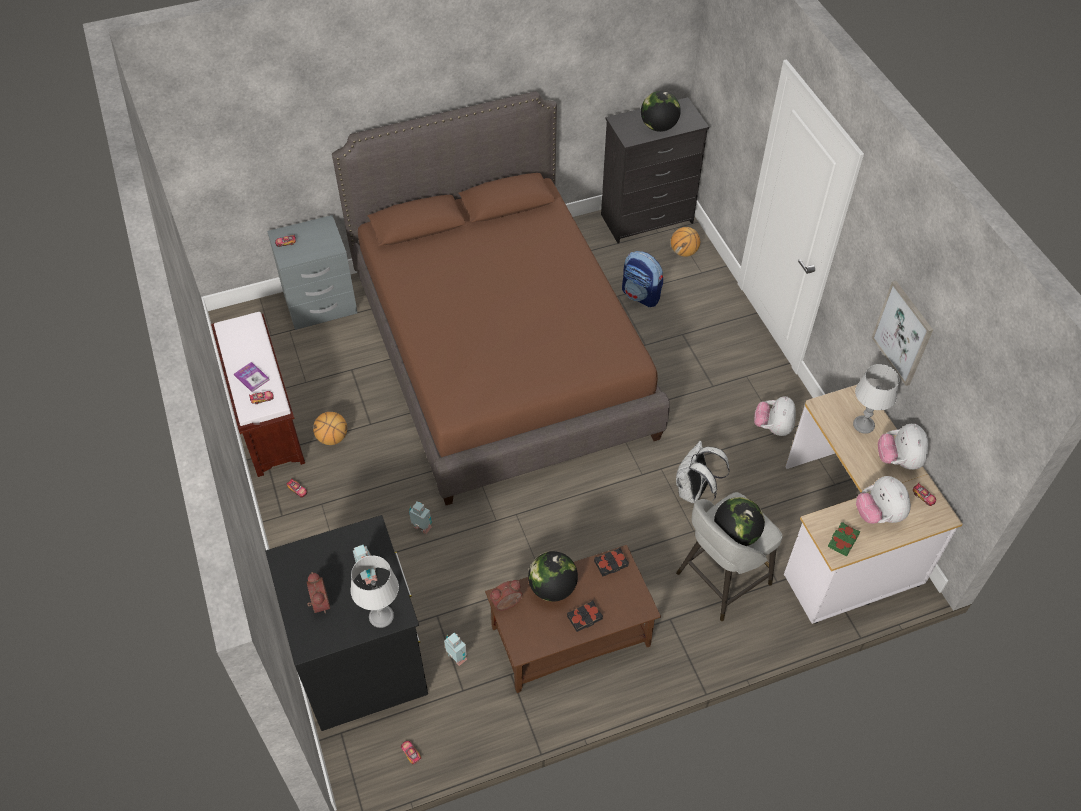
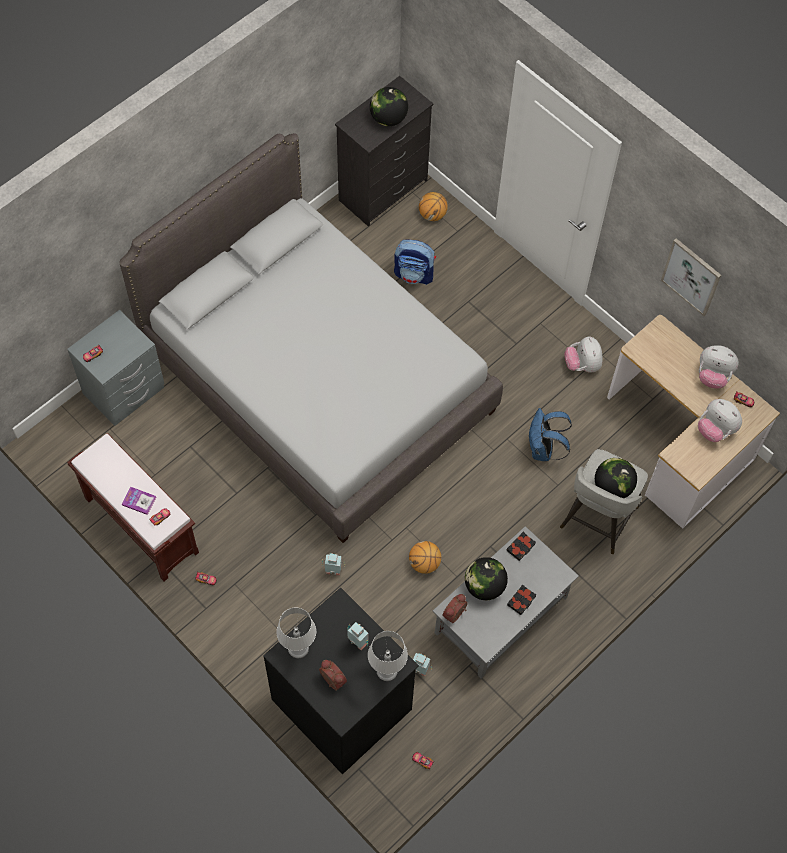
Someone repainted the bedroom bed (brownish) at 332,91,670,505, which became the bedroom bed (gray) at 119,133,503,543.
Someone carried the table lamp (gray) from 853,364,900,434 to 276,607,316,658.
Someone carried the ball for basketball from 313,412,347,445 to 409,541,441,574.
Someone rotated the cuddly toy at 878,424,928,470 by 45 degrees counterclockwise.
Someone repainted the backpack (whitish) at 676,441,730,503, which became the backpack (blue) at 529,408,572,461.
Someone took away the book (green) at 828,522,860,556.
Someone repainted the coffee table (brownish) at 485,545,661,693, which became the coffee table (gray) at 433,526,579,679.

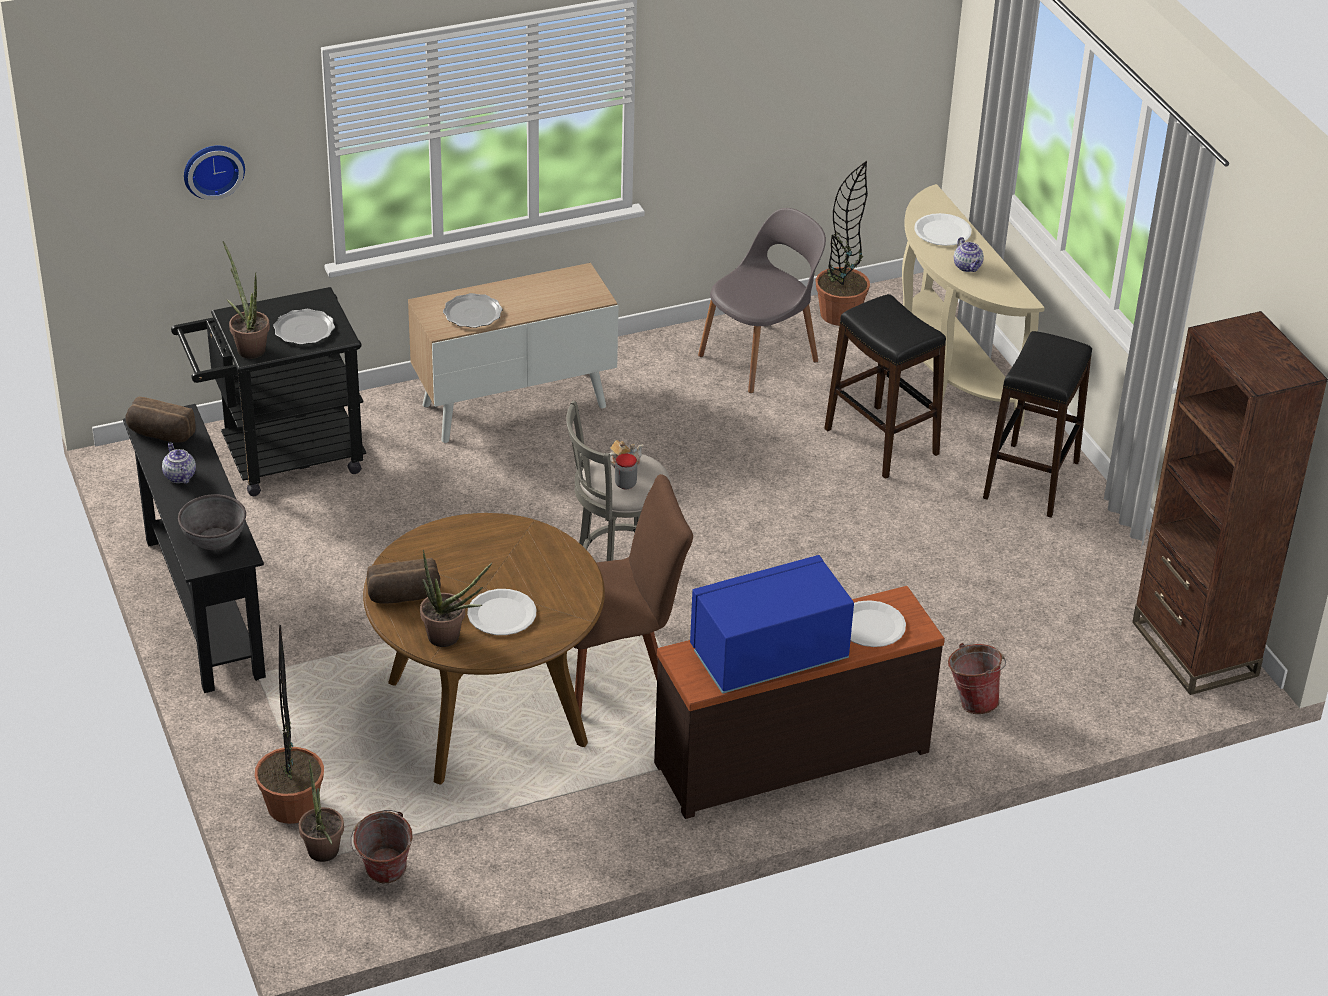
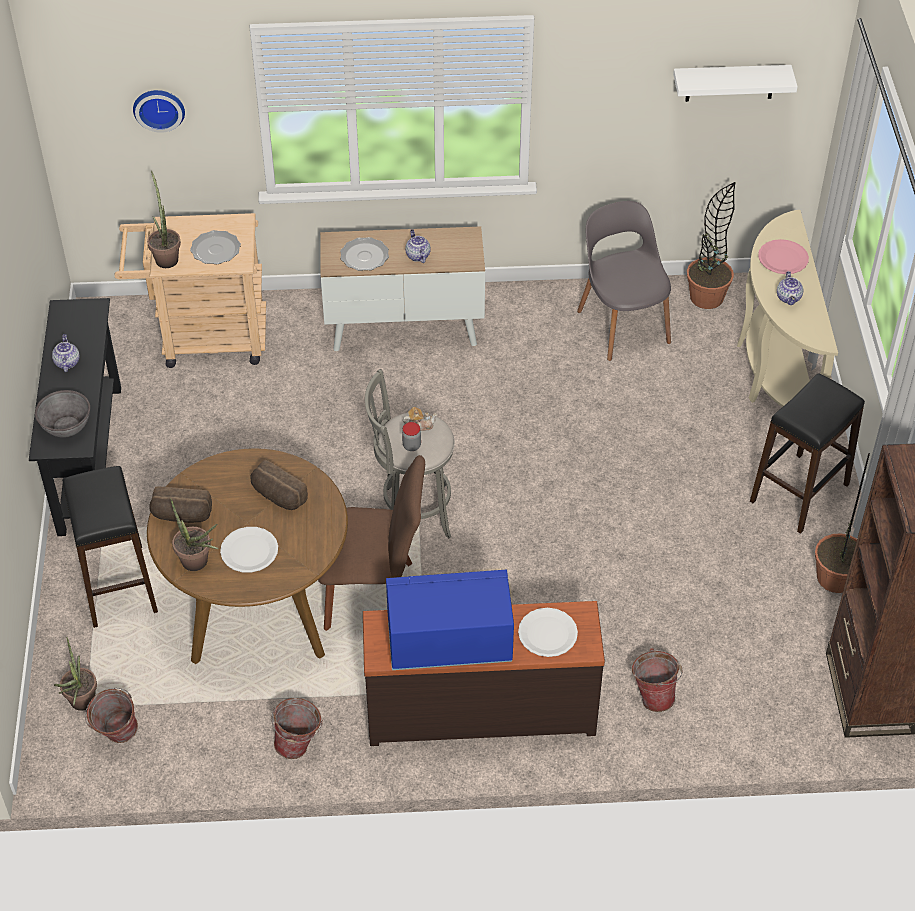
Someone rotated the upright chair (gray) at 698,208,826,393 by 90 degrees counterclockwise.
Someone repainted the flat dish (whitish) at 914,213,972,246, which became the flat dish (pink) at 758,239,809,274.
Someone repainted the trolley (blackish) at 171,287,366,496, which became the trolley (beige-coloured) at 114,213,266,368.
Someone carried the sitting stool (blackish) from 824,294,946,479 to 62,466,158,628.
Someone carried the bakery bread from 126,397,196,443 to 251,460,308,510.
Someone carried the houseplant from 255,625,324,824 to 815,453,870,593.
Someone put up the wall shelf (whitish) at 673,65,798,102.
Someone put down the tea pot at 405,229,431,263.
Someone put down the bucket at 271,698,323,759.

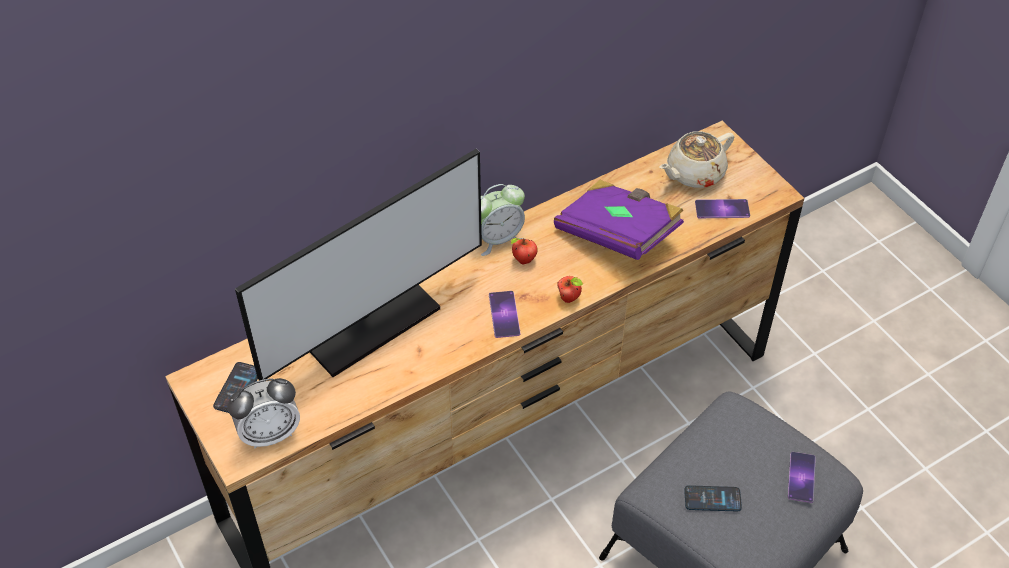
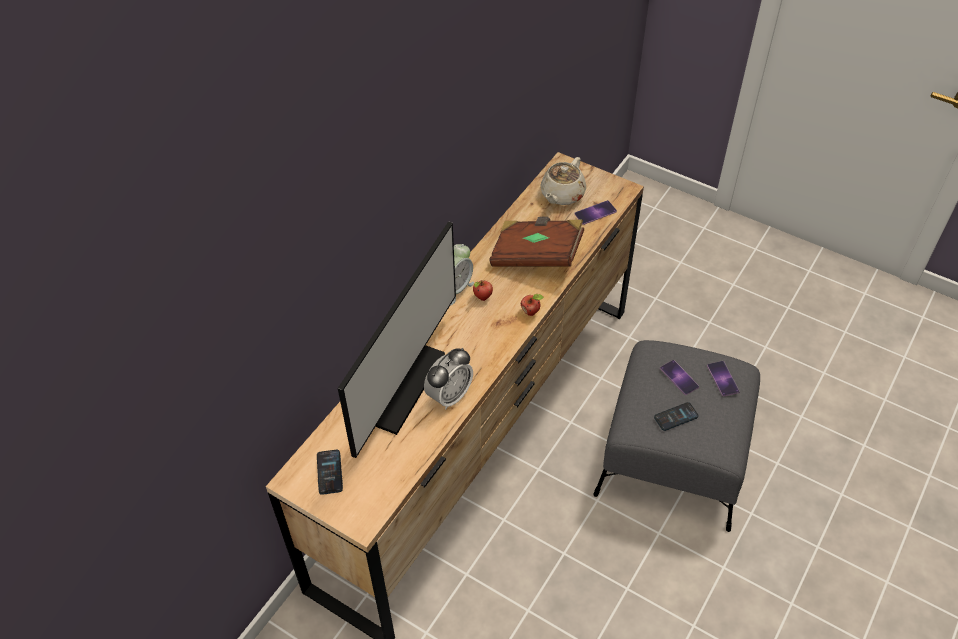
Someone repainted the book (purple) at 554,180,684,260, which became the book (brownish) at 490,217,584,267.
Someone carried the telephone from 489,291,520,338 to 660,360,699,395.
Someone carried the alarm clock from 227,378,300,448 to 424,348,473,409.

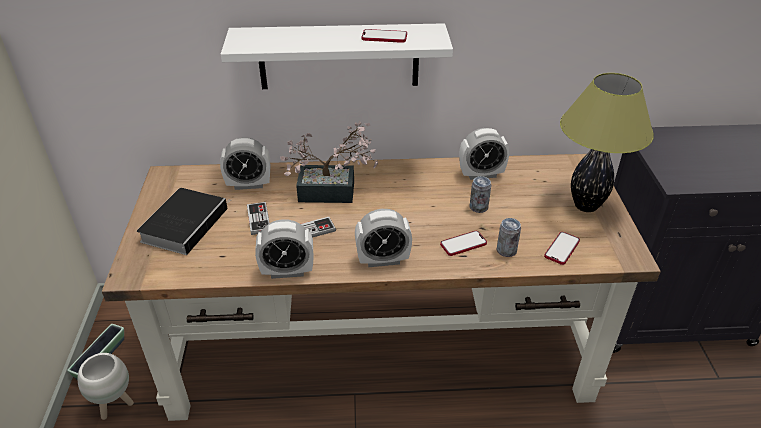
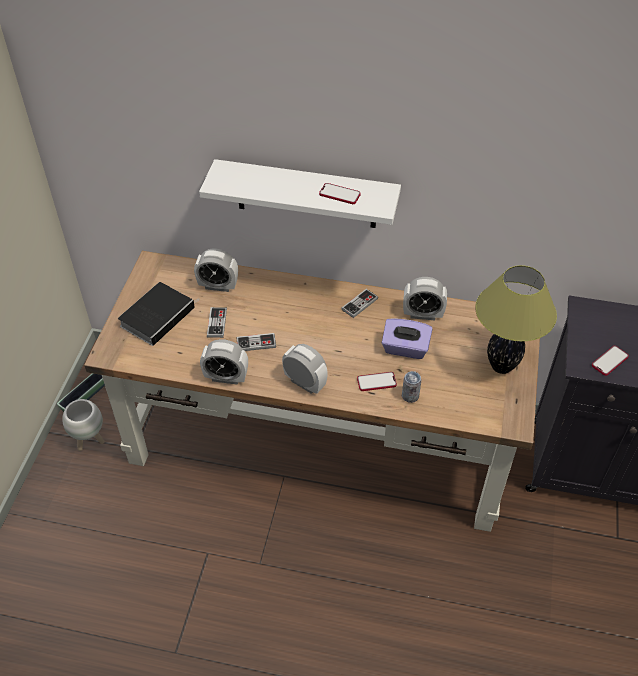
Someone took away the houseplant at 280,121,378,203.
Someone swapped the metal can at 469,176,491,213 for the tissue box (purple) at 382,318,433,359.
Someone rotated the alarm clock at 355,209,412,267 by 150 degrees counterclockwise.
Someone carried the telephone from 544,232,580,265 to 592,346,629,376.
Someone put down the joypad at 341,289,378,318.

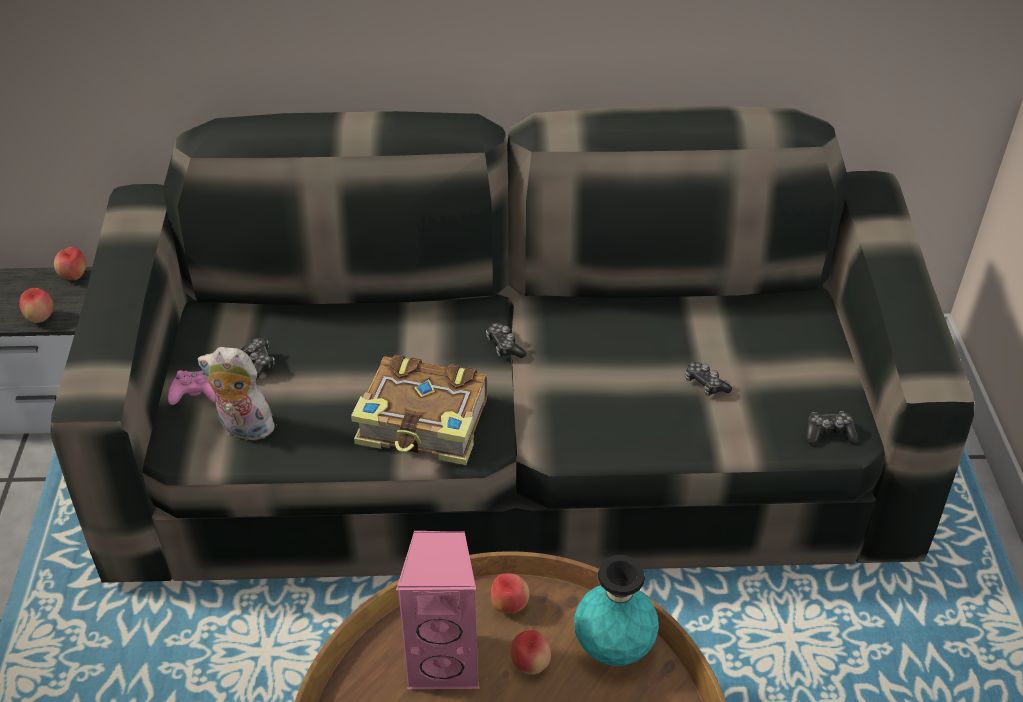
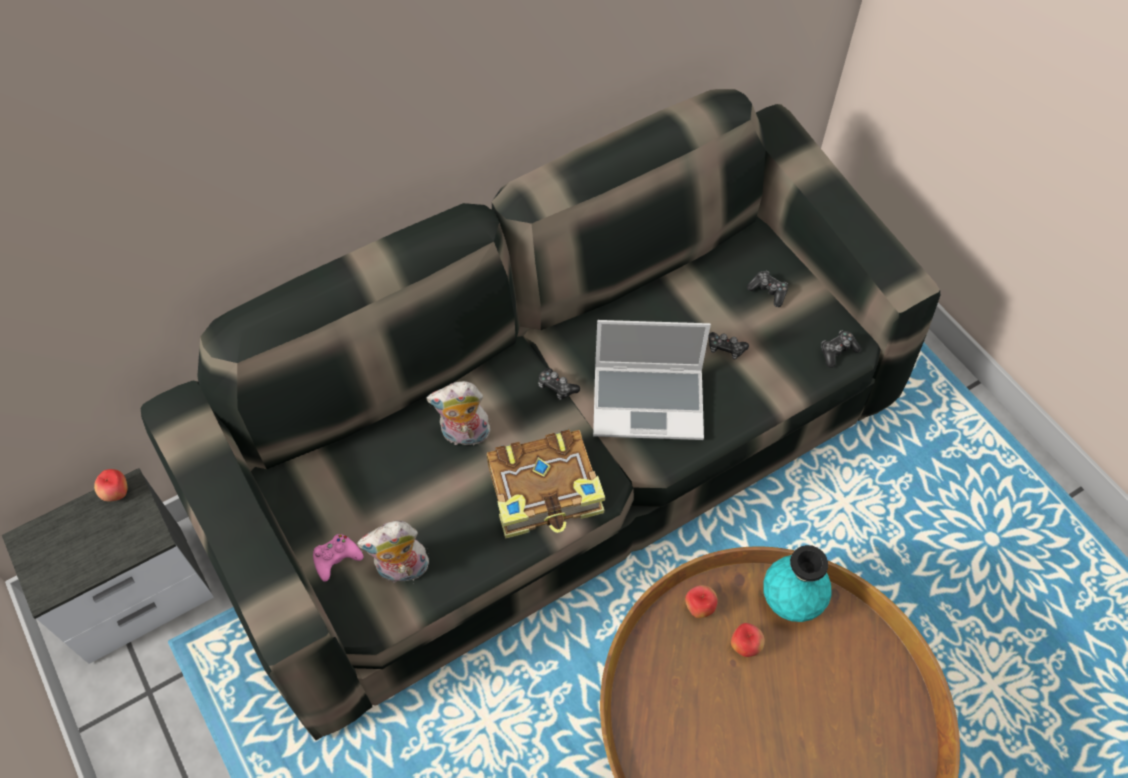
Someone took away the whole apple at 19,288,54,323.
Someone carried the joypad from 241,338,275,380 to 747,271,788,307.
Someone took away the loudspeaker (pink) at 396,531,480,689.
Someone put down the portable computer at 593,320,711,440.
Someone put down the cuddly toy at 426,381,490,449.

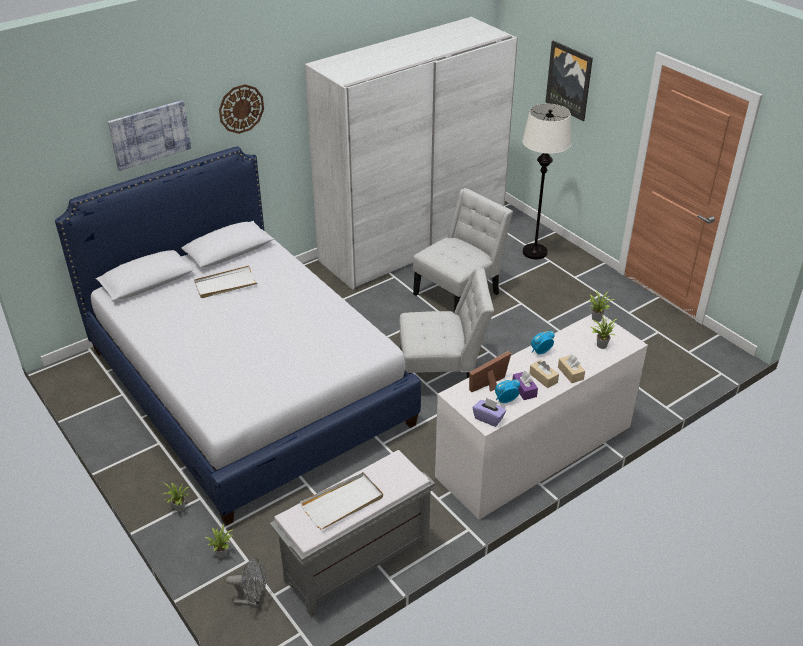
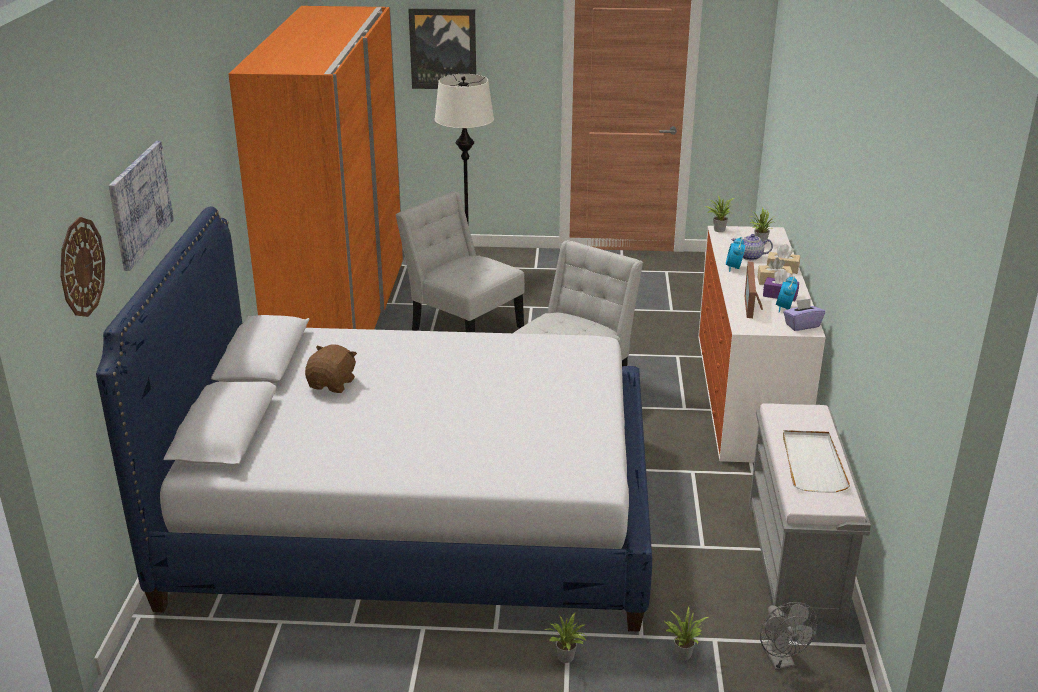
Someone repainted the armoire (whitish) at 305,17,518,290, which became the armoire (orange) at 228,6,404,330.
Someone carried the clock on the wall from 219,84,264,134 to 60,217,105,317.
Someone rotated the upright chair (whitish) at 413,188,513,312 by 45 degrees counterclockwise.
Someone swapped the serving tray (whitish) at 194,266,257,298 for the cuddly toy (brownish) at 305,344,357,393.
Someone rotated the electric fan (gray) at 226,557,266,607 by 120 degrees clockwise.
Someone put down the tea pot at 731,234,773,261.

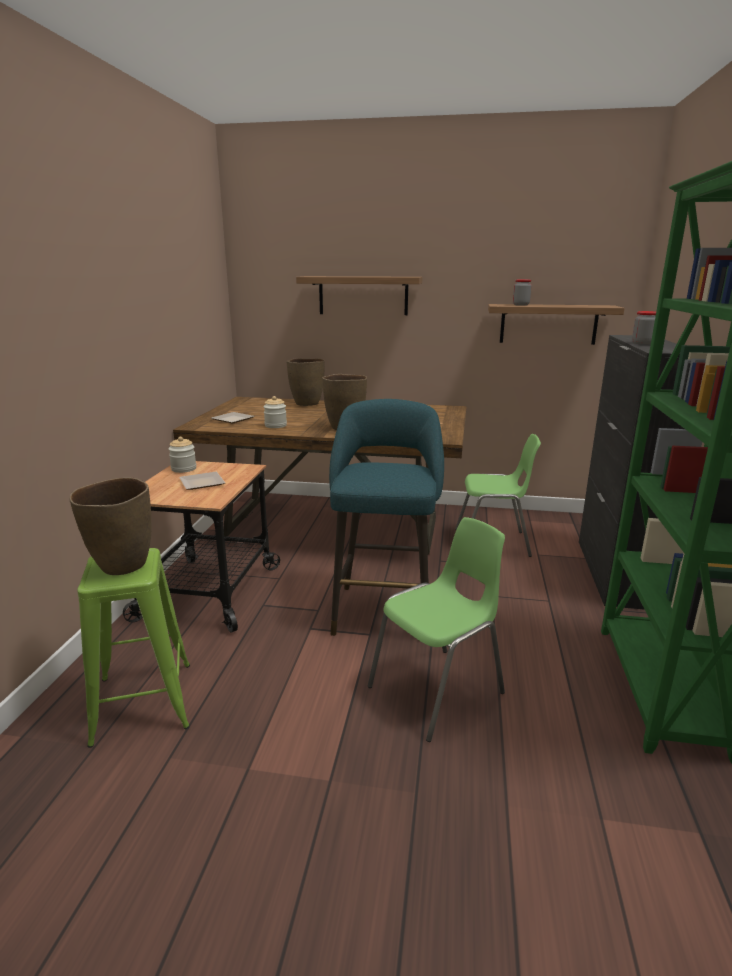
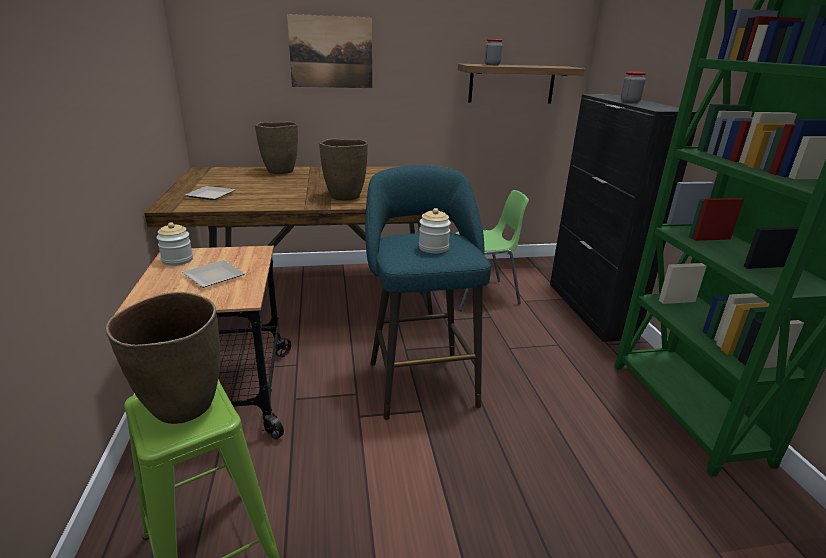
Someone swapped the wall shelf at 296,276,422,315 for the wall art at 287,14,372,88.
Someone carried the jar from 263,396,287,428 to 419,208,451,253.
Someone took away the upright chair (green) at 368,517,505,742.

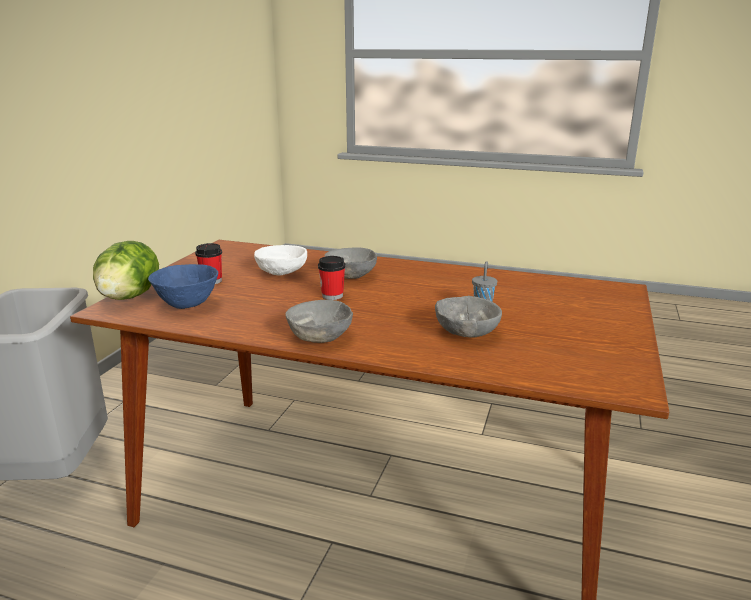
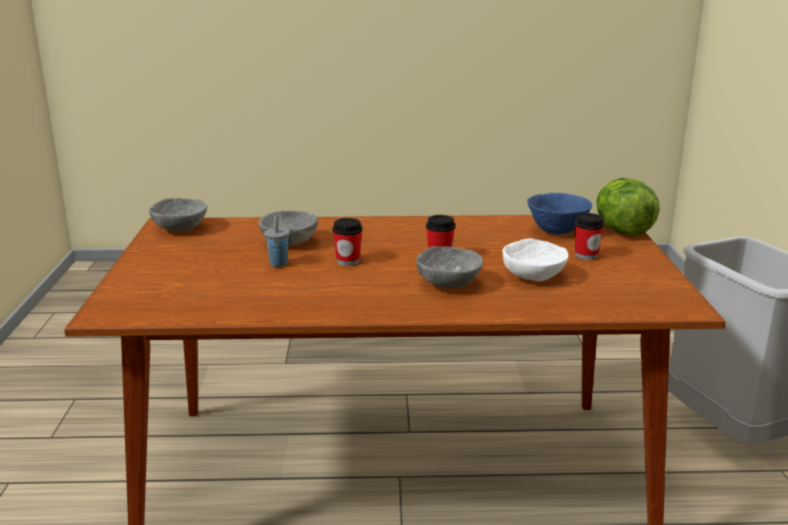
Someone carried the serving bowl (gray) from 285,300,353,343 to 149,198,207,231.
Someone put down the small cup at 332,218,363,266.

